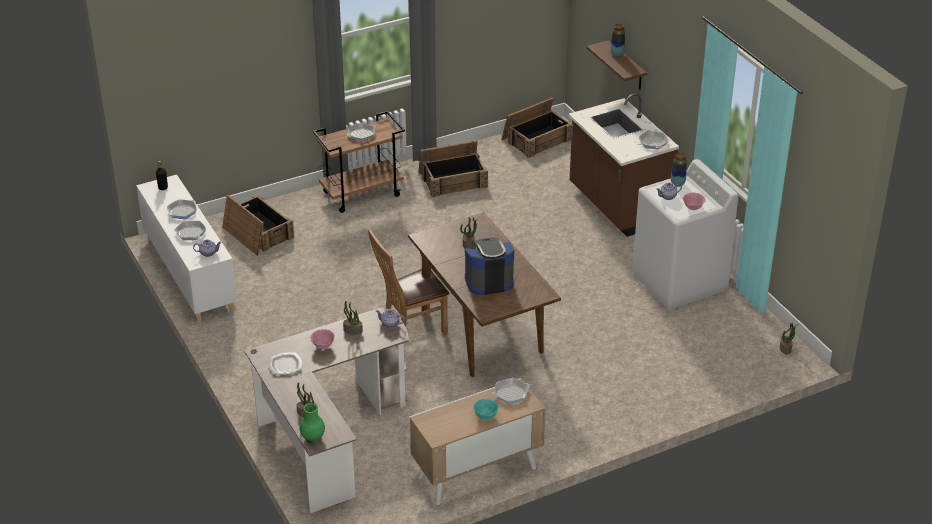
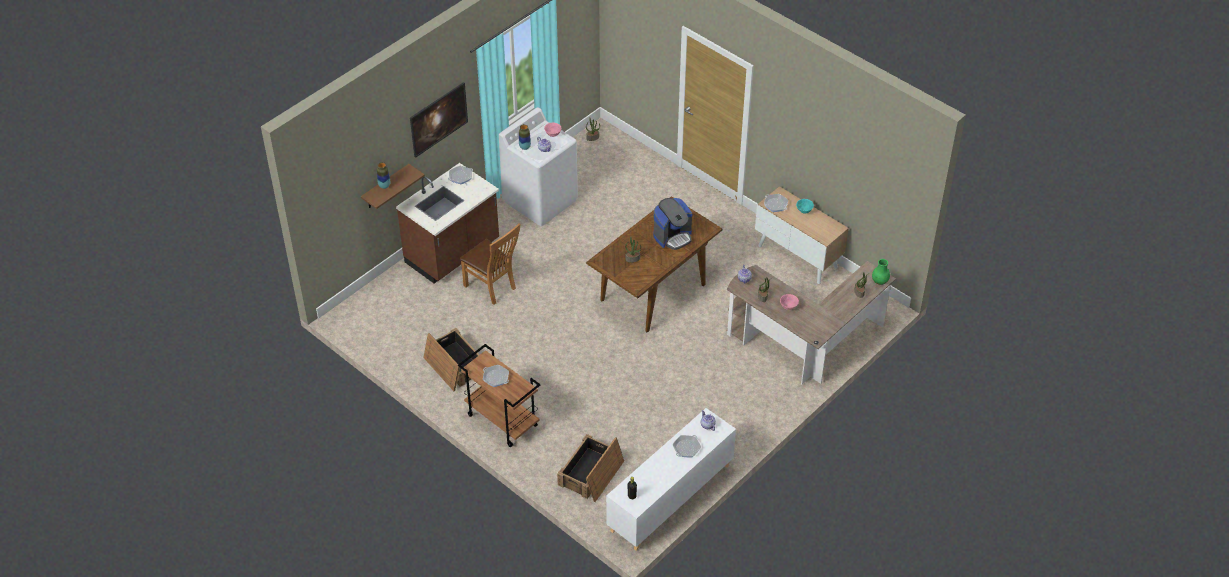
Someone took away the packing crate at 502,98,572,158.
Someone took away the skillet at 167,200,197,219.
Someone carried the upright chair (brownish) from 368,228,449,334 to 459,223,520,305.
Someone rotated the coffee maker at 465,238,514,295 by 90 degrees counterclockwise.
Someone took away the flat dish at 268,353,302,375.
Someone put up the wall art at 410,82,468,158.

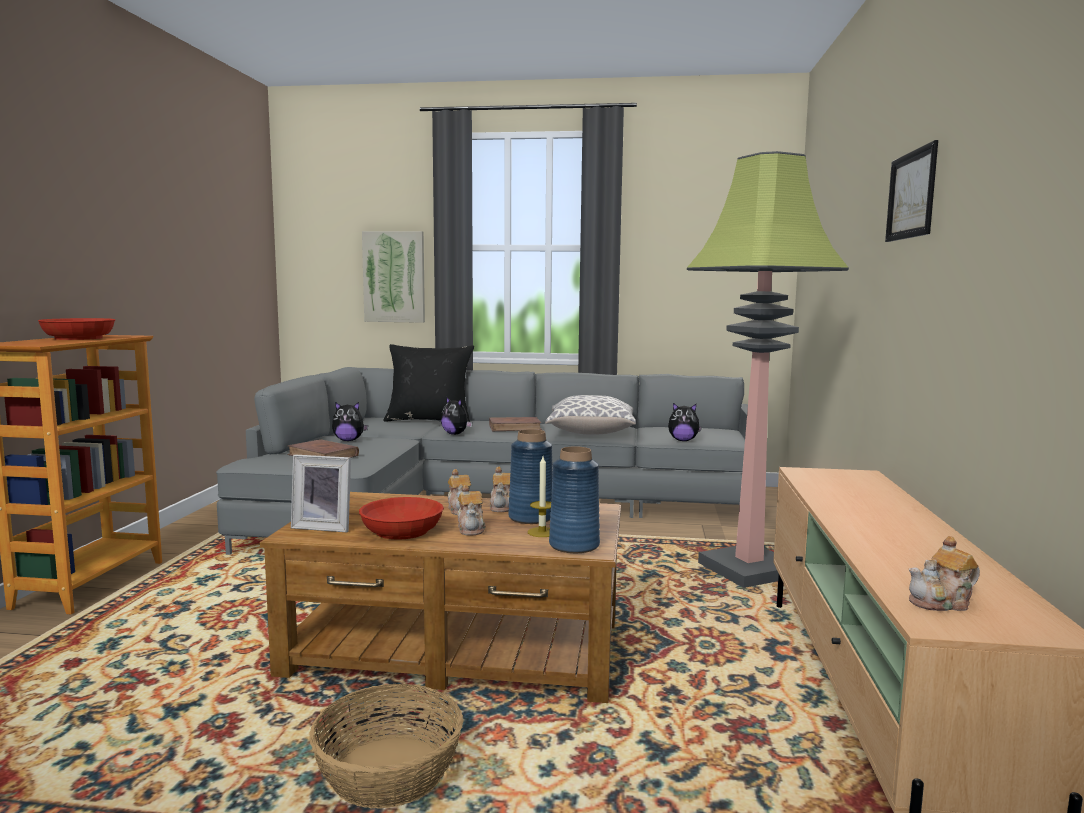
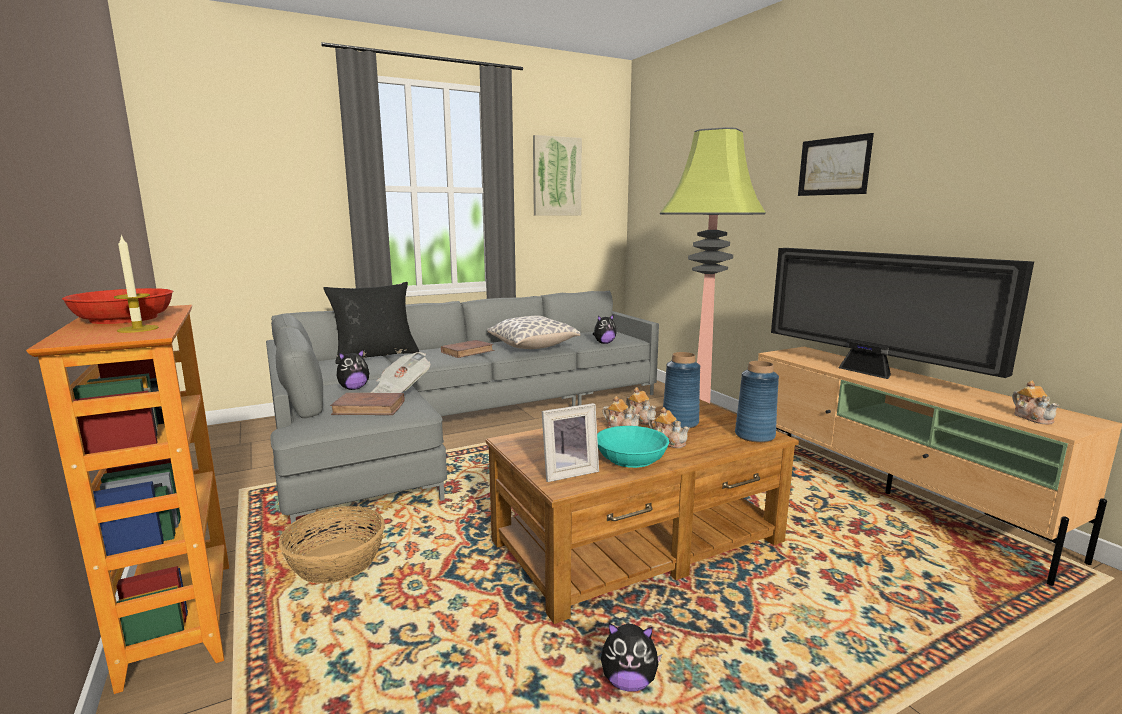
Someone carried the wall art from 362,231,425,323 to 533,135,582,216.
Someone carried the cuddly toy from 441,397,472,435 to 601,623,662,692.
Someone carried the wax candle from 528,456,551,537 to 114,234,159,333.
Someone repainted the serving bowl (reddish) at 359,497,444,540, which became the serving bowl (blue-green) at 597,426,670,468.
Someone rotated the tea pot at 909,536,980,611 by 45 degrees counterclockwise.
Someone carried the storage basket from 309,684,463,809 to 278,506,385,584.
Someone put down the television at 771,248,1034,379.
Someone put down the daily paper at 370,352,430,393.

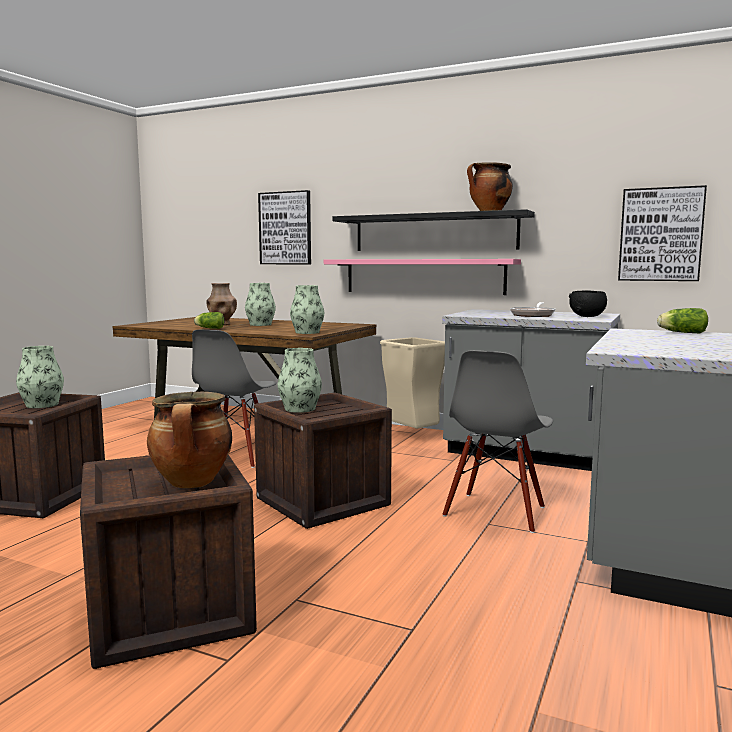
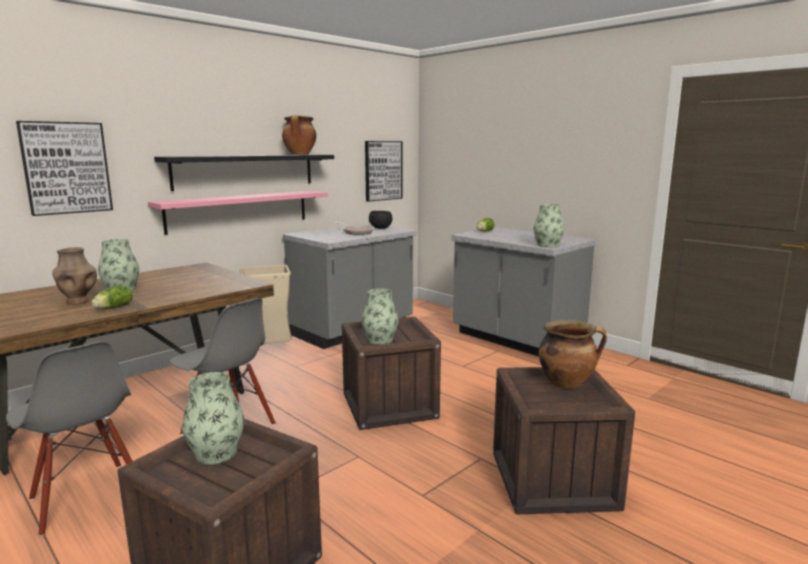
Someone carried the decorative vase from 290,285,324,334 to 533,204,564,247.
Someone carried the upright chair (gray) from 443,350,553,533 to 6,341,133,536.

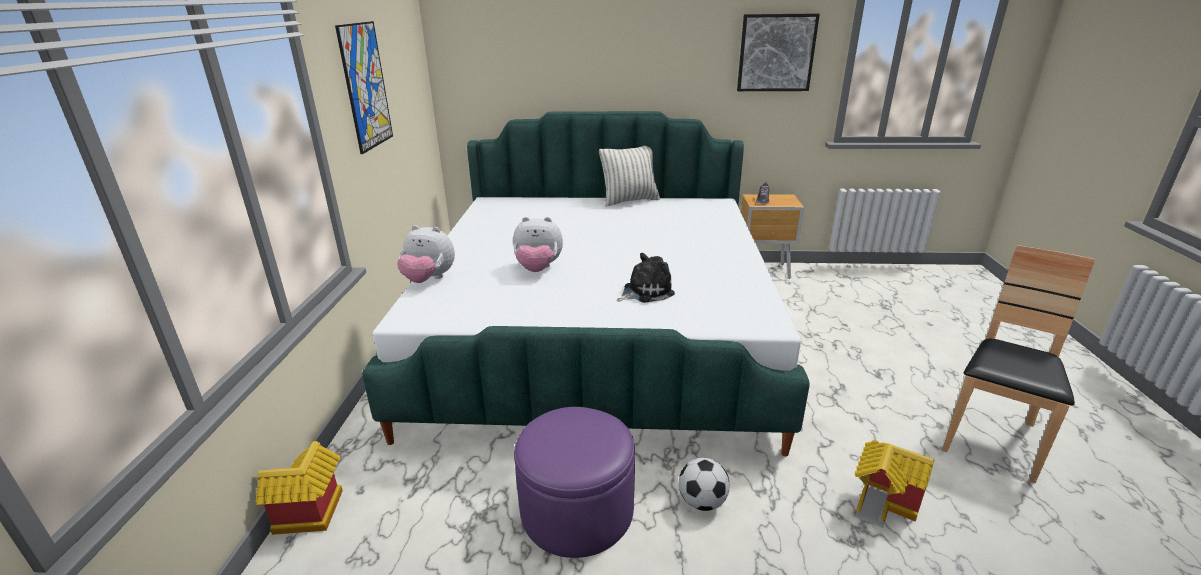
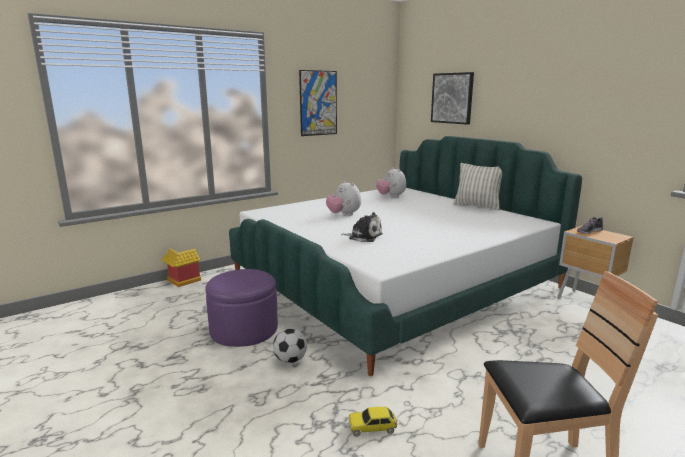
Someone carried the wall art from 737,13,820,91 to 431,72,474,125.
Someone carried the cuddly toy from 397,225,455,283 to 376,167,406,197.
Someone swapped the miniature house at 855,440,935,528 for the toy car at 349,407,397,437.

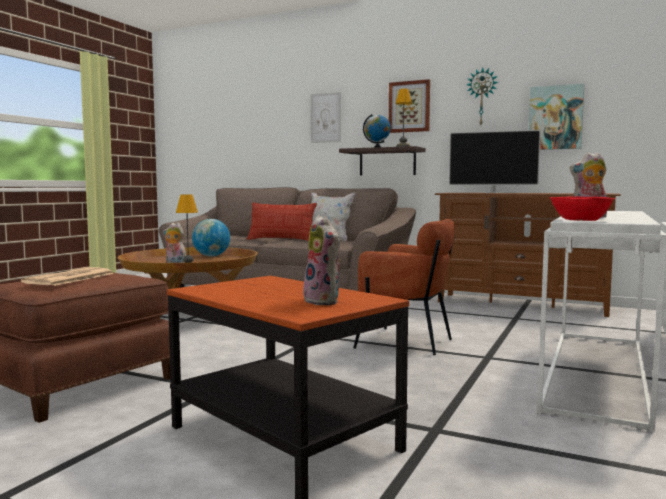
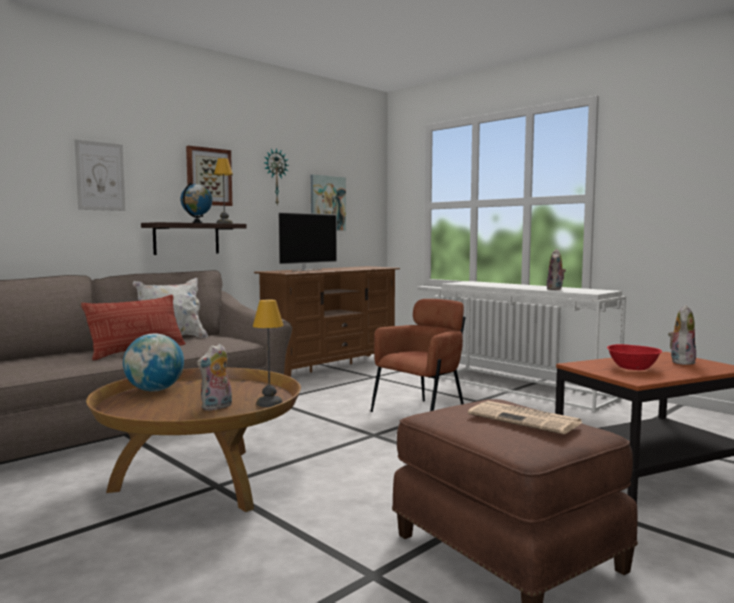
Someone carried the serving bowl (reddish) from 550,196,615,221 to 607,344,662,370.
Someone rotated the cuddly toy at 303,215,341,305 by 45 degrees counterclockwise.

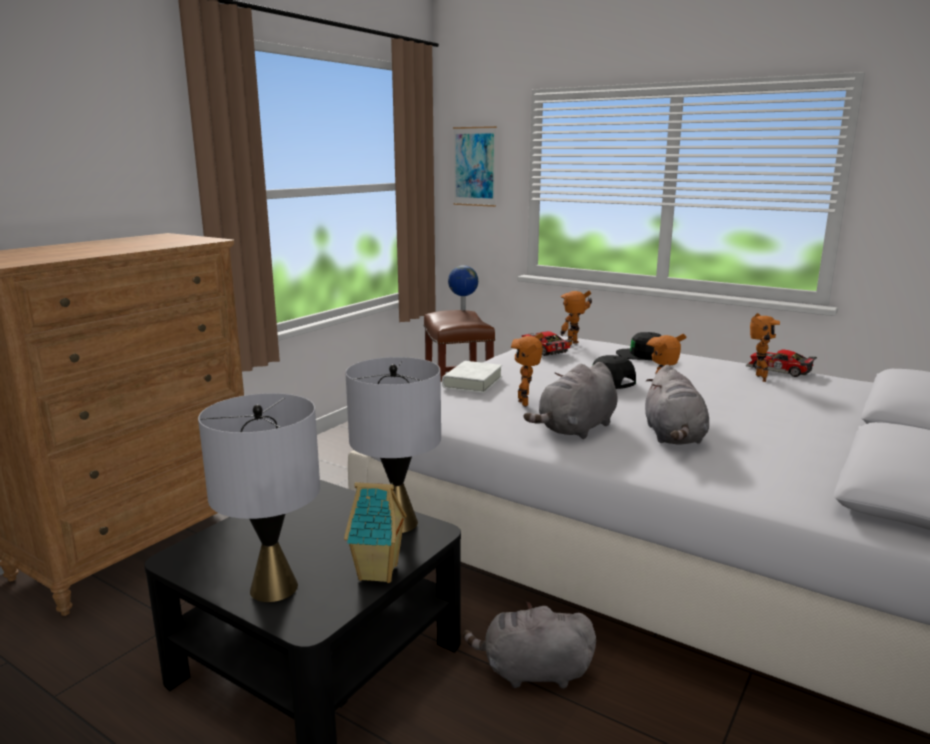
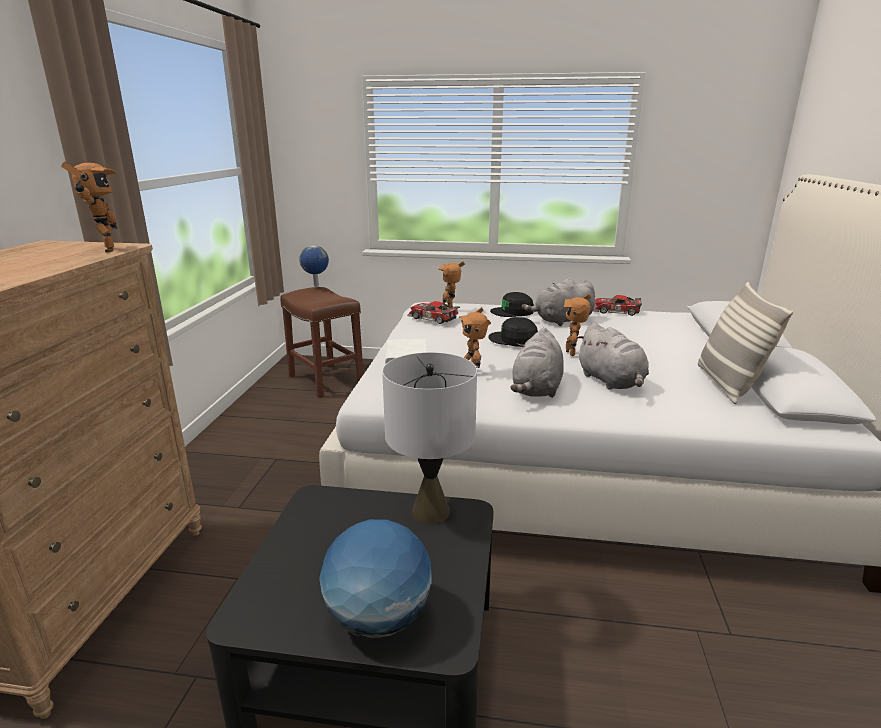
Someone took away the wall art at 453,126,497,207.
Someone carried the toy robot from 750,313,780,382 to 61,162,118,253.
Someone swapped the table lamp (gray) at 198,393,320,602 for the globe at 319,519,432,638.
Someone took away the miniature house at 344,482,407,583.
Someone carried the cuddly toy (gray) from 463,601,596,689 to 522,278,595,326.
Someone put down the pillow at 698,282,793,404.

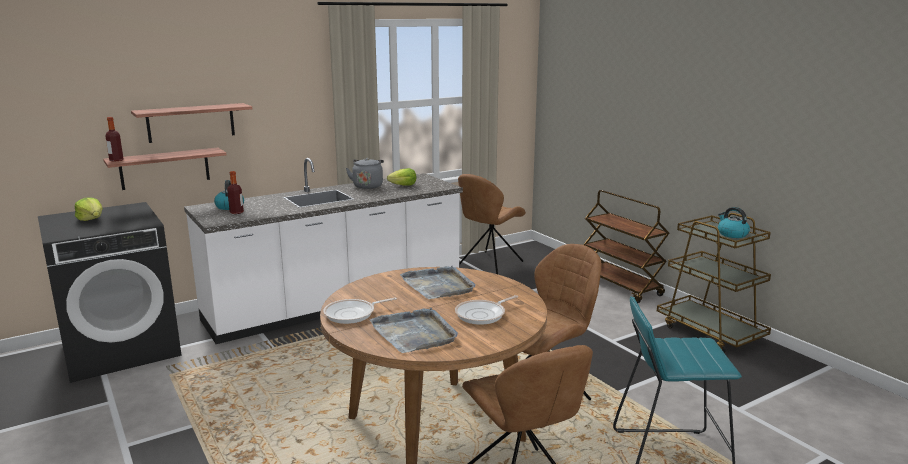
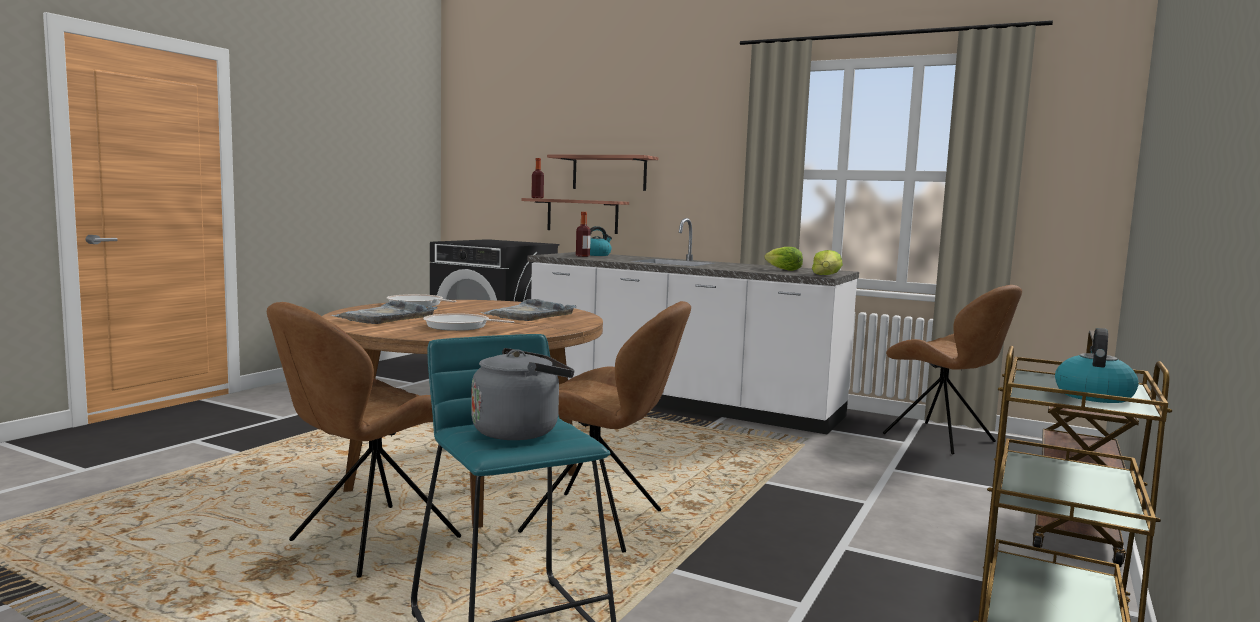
Someone carried the kettle (gray) from 346,158,384,189 to 471,348,575,440.
Someone rotated the upright chair (brownish) at 458,174,526,274 by 135 degrees counterclockwise.
Someone carried the lettuce head from 74,197,103,221 to 812,250,843,275.

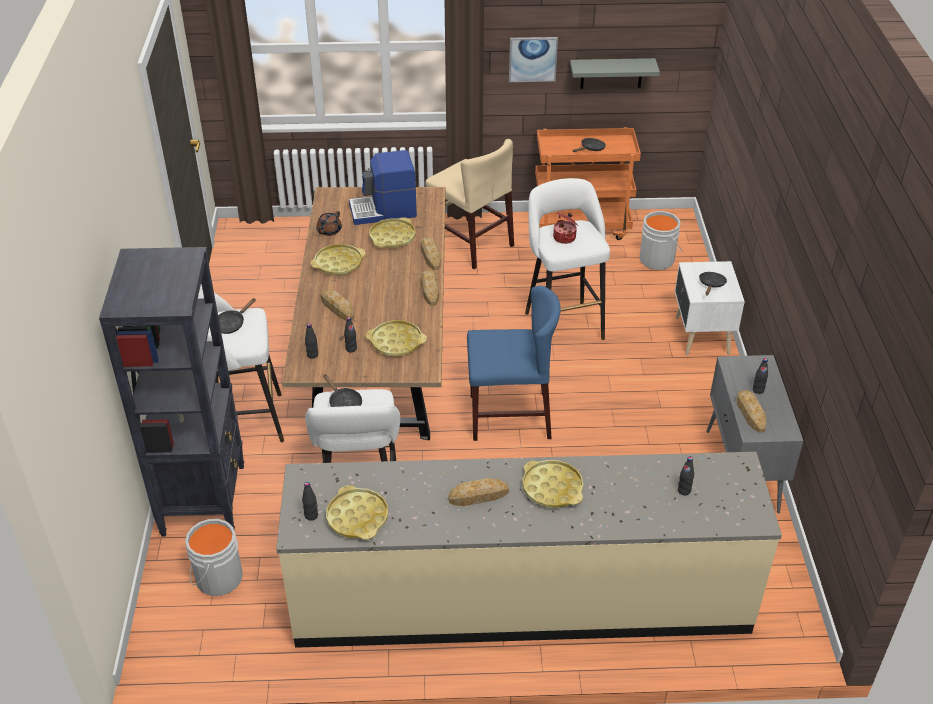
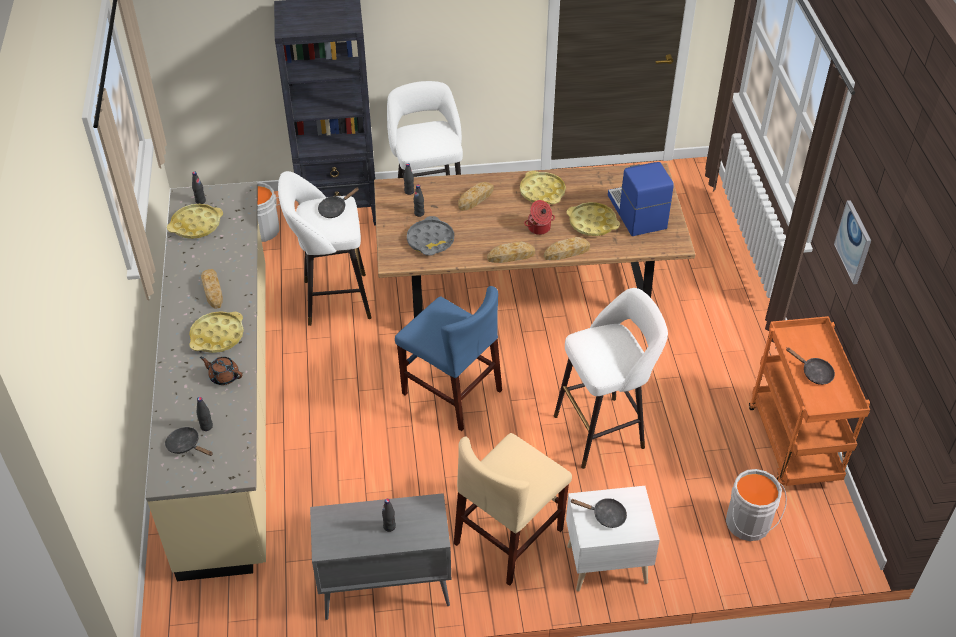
Someone took away the wall shelf (gray) at 570,58,660,89.
Someone carried the upright chair (beige-coloured) from 426,139,514,269 to 454,433,572,586.
Someone carried the tea pot (brownish) from 316,211,342,236 to 200,357,242,385.
Someone carried the saucepot from 553,213,578,244 to 524,200,555,235.
Someone rotated the upright chair (blue) at 467,285,561,441 by 45 degrees counterclockwise.
Someone carried the skillet (blackish) from 218,298,256,334 to 165,427,213,456.
Someone repainted the serving tray (yellowish) at 366,320,427,356, which became the serving tray (gray) at 407,216,454,256.
Someone took away the bakery bread at 737,390,766,433.

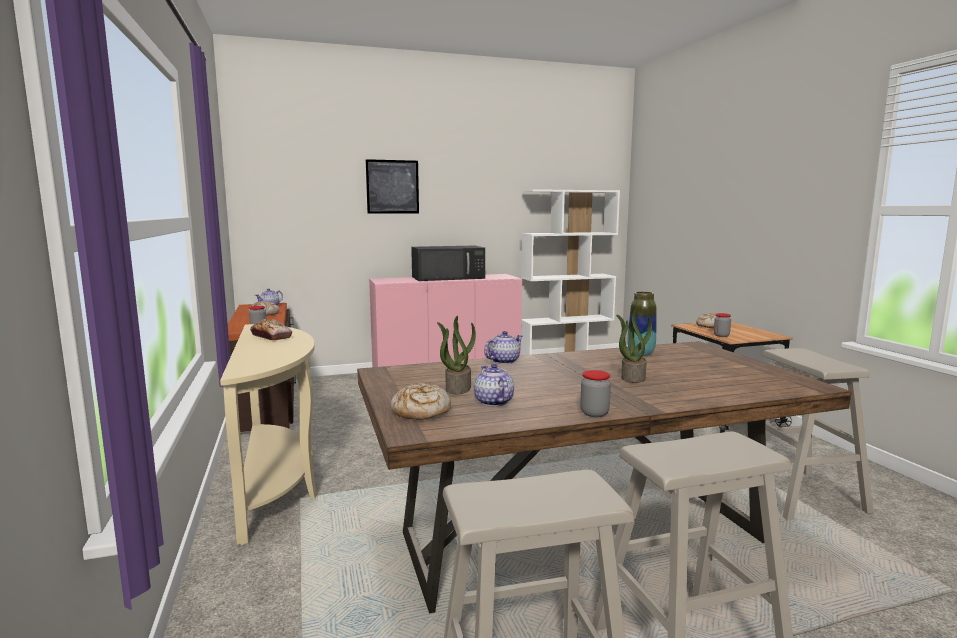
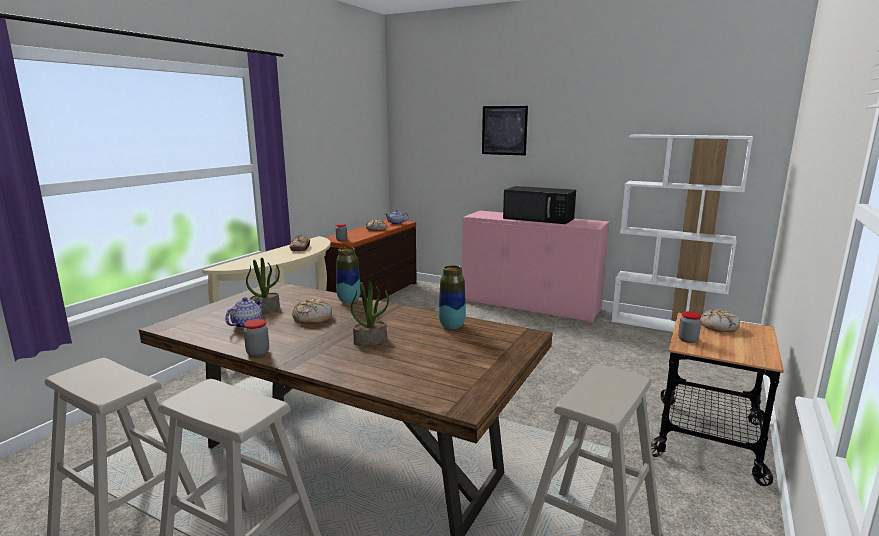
Someone swapped the tea pot at 484,331,523,364 for the decorative vase at 336,247,361,303.
Someone carried the bakery bread from 391,383,451,420 to 292,299,332,323.

